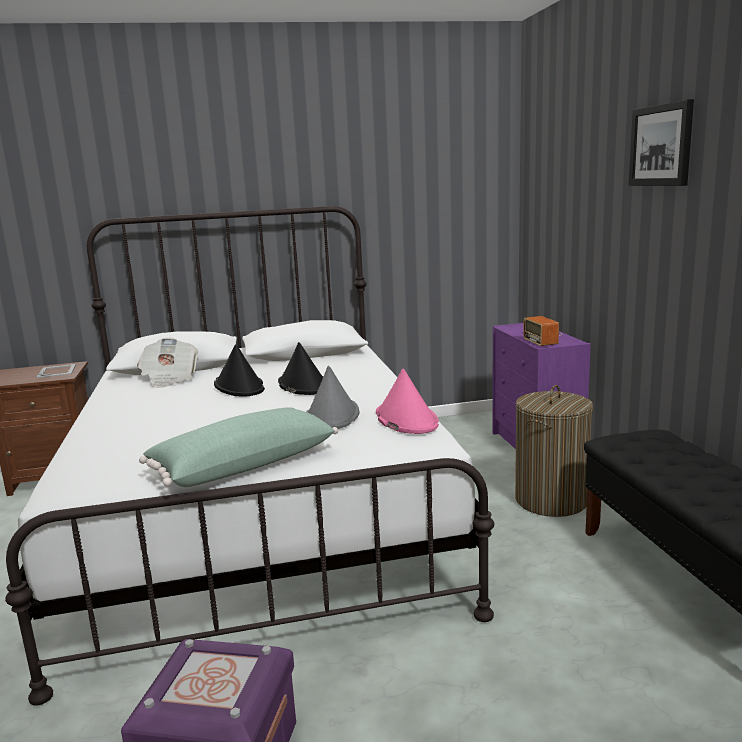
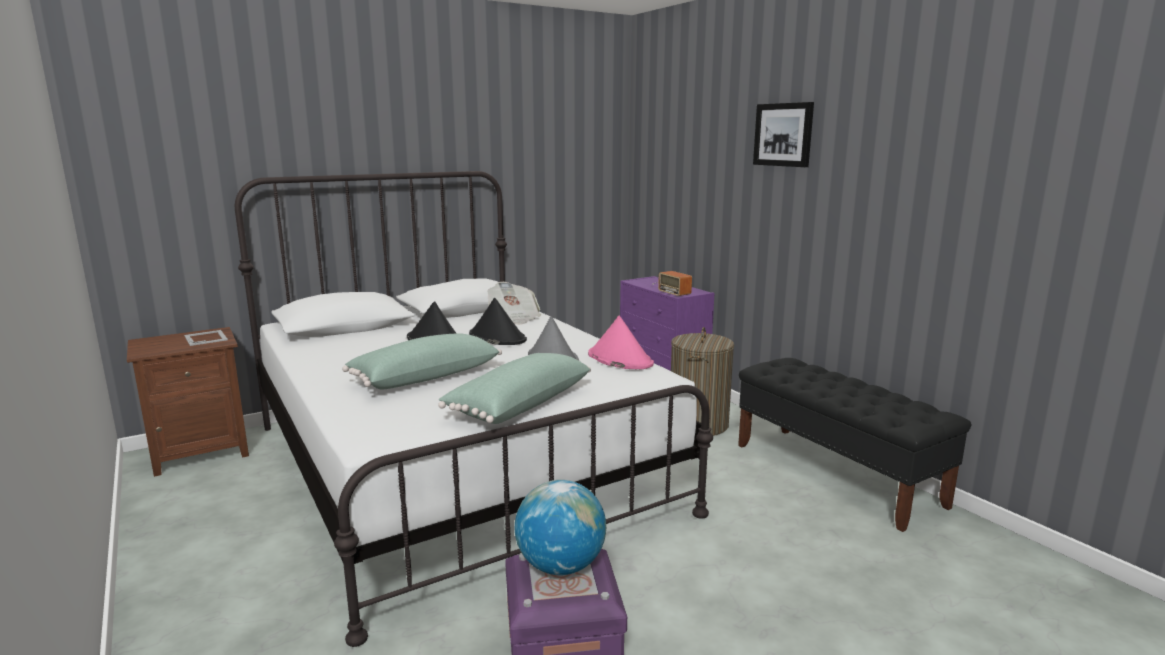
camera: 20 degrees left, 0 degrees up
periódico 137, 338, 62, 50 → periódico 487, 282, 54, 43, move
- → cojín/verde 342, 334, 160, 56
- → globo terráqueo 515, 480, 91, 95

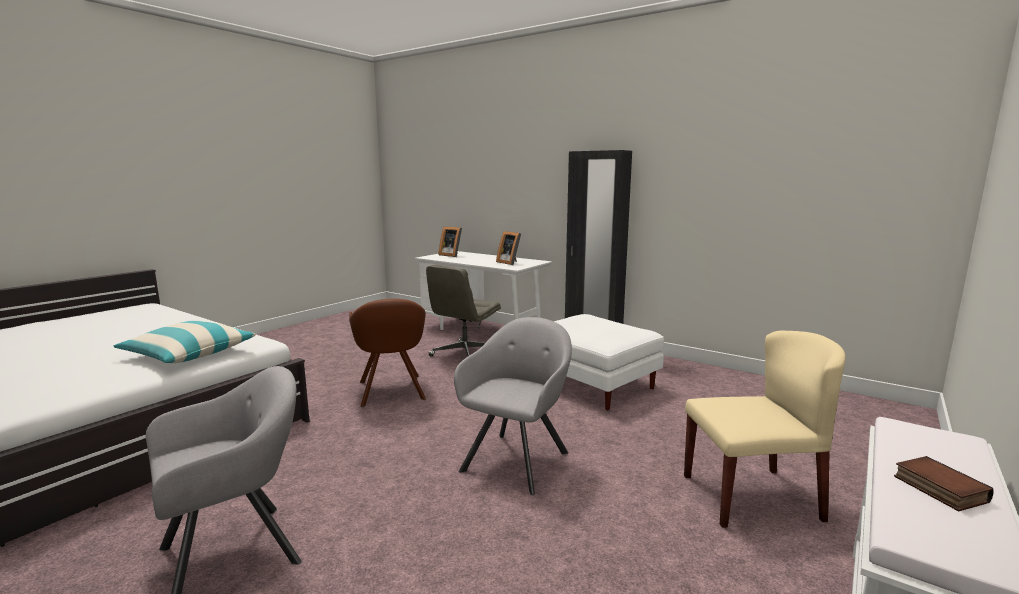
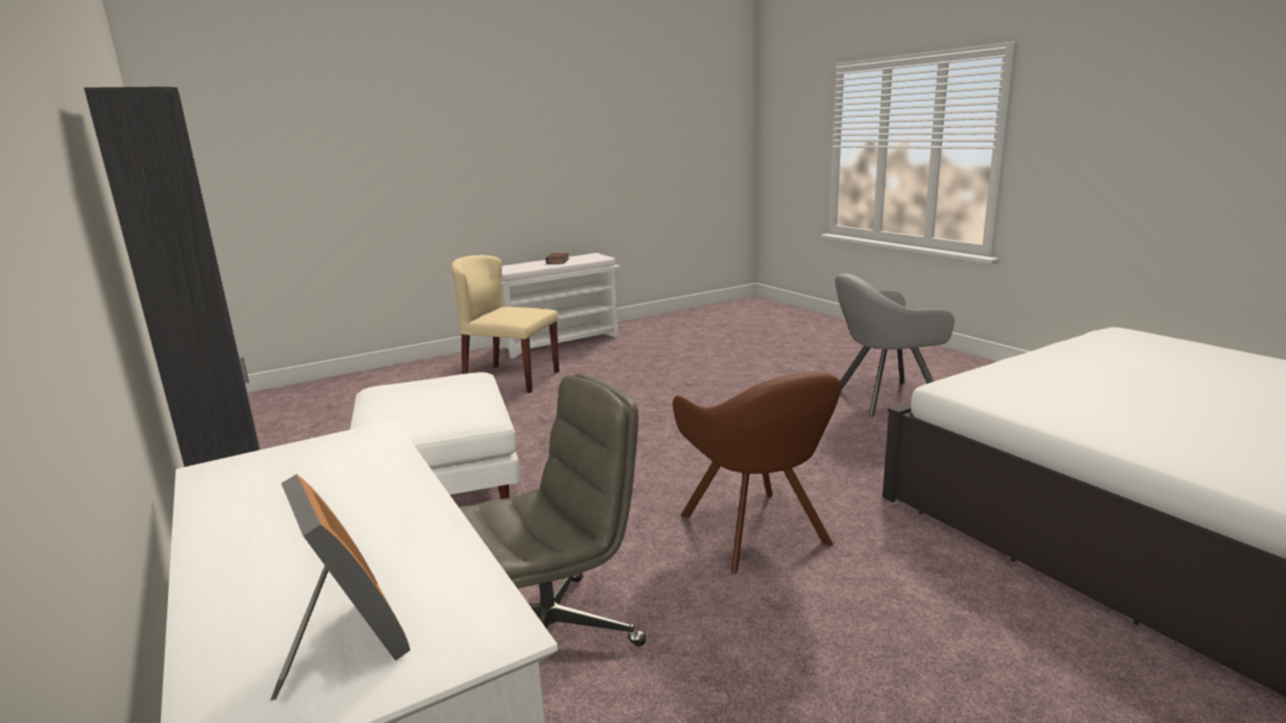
camera: 155 degrees left, 5 degrees up
cojín 114, 320, 142, 43 → -
sillón/marrón 349, 299, 77, 108 → sillón/marrón 673, 372, 169, 202, 150 degrees clockwise
sillón/gris 454, 317, 118, 178 → -
portarretratos 496, 231, 25, 34 → -

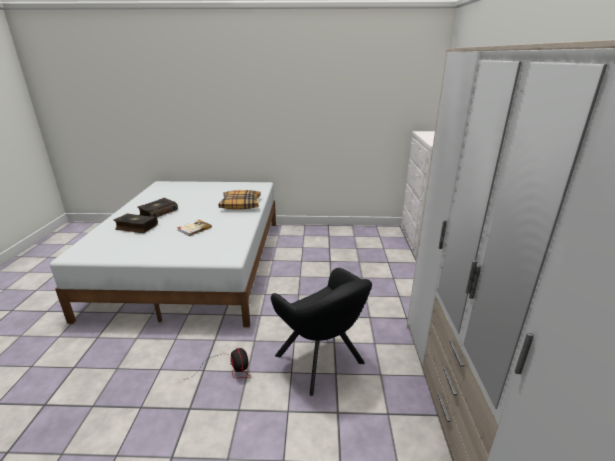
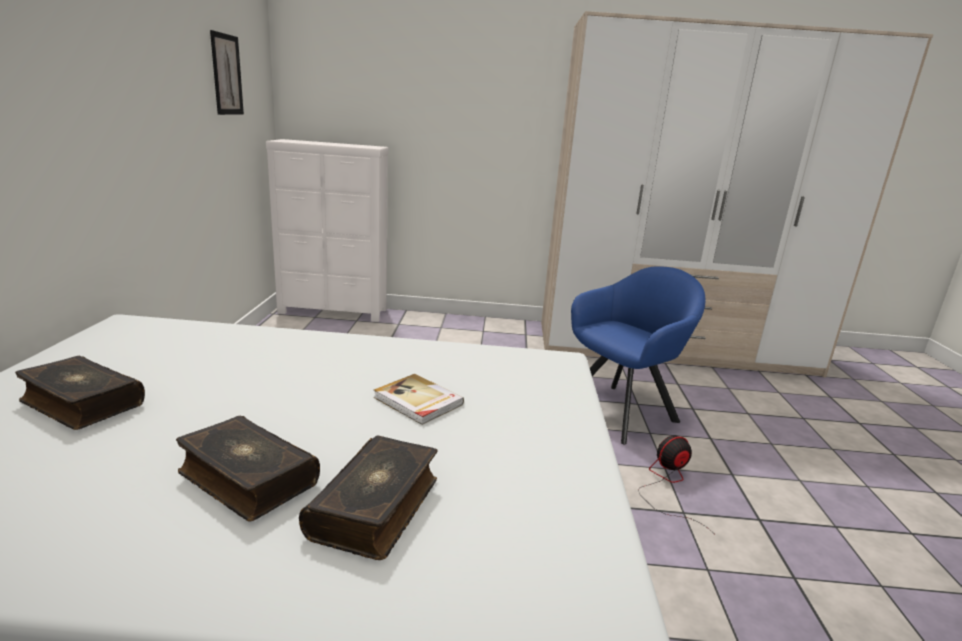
camera: 90 degrees left, 5 degrees down
cojín 218, 190, 43, 19 → -
sillón/negro 271, 268, 101, 128 → sillón/azul 571, 266, 134, 179
- → libro 15, 355, 130, 75
- → cuadro 210, 30, 34, 85

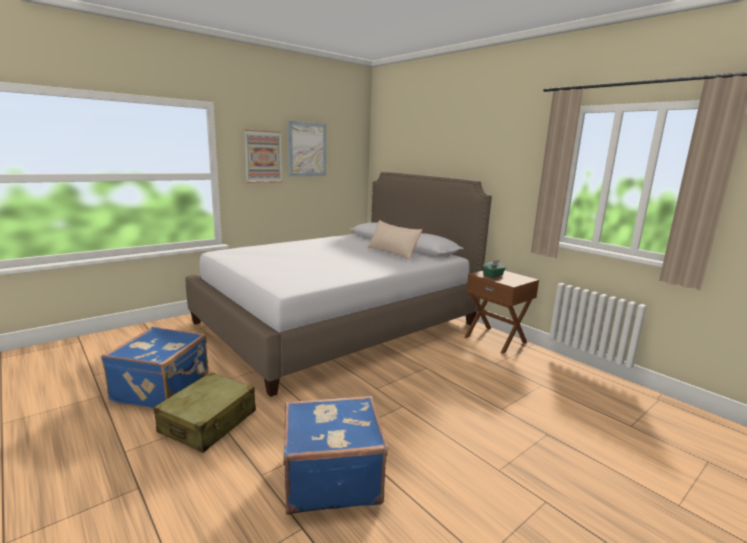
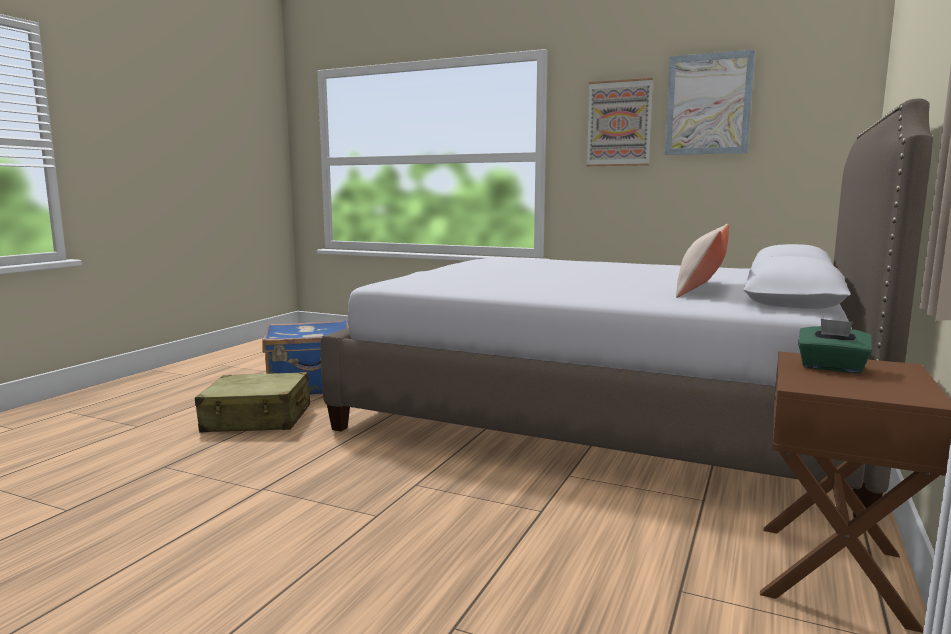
camera: 65 degrees right, 5 degrees down
maleta/azul 283, 396, 105, 119 → -

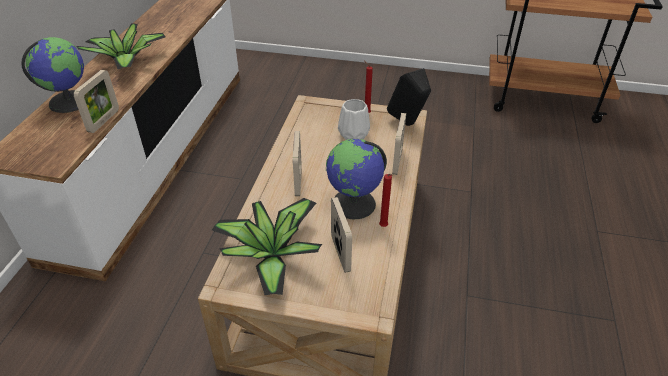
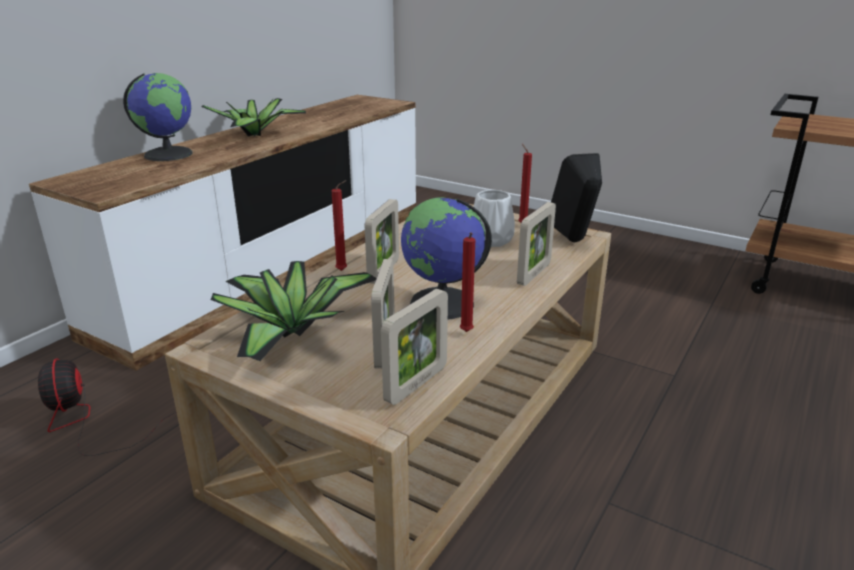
camera: 20 degrees right, 15 degrees down
portarretratos 74, 70, 45, 63 → portarretratos 381, 289, 67, 116, move
- → ventilador 38, 358, 139, 98
- → vela/rojo 331, 180, 16, 91

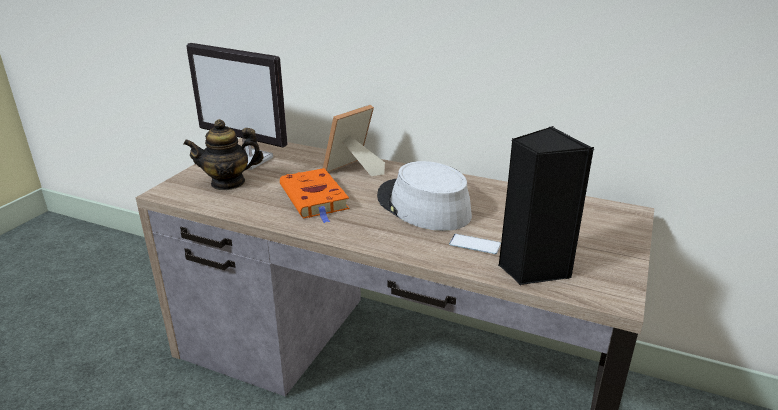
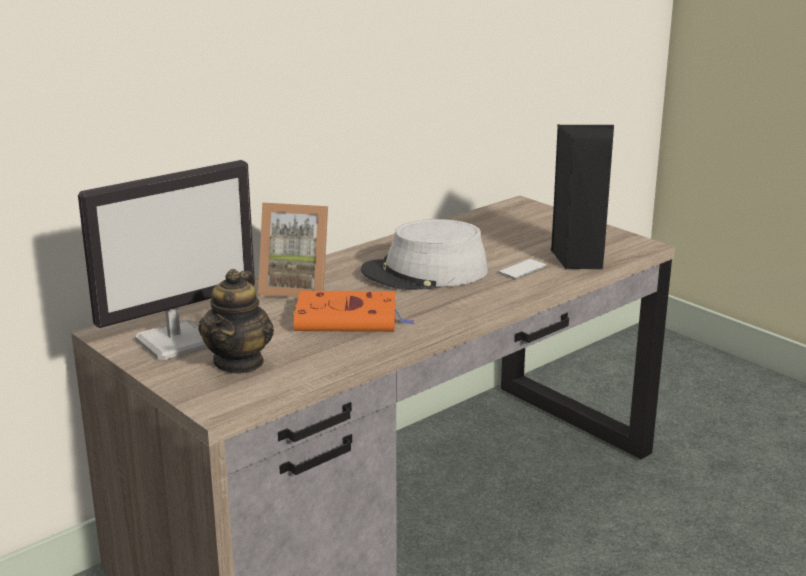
camera: 65 degrees left, 5 degrees down
portarretratos 323, 105, 62, 71 → portarretratos 258, 203, 70, 95, 60 degrees counterclockwise

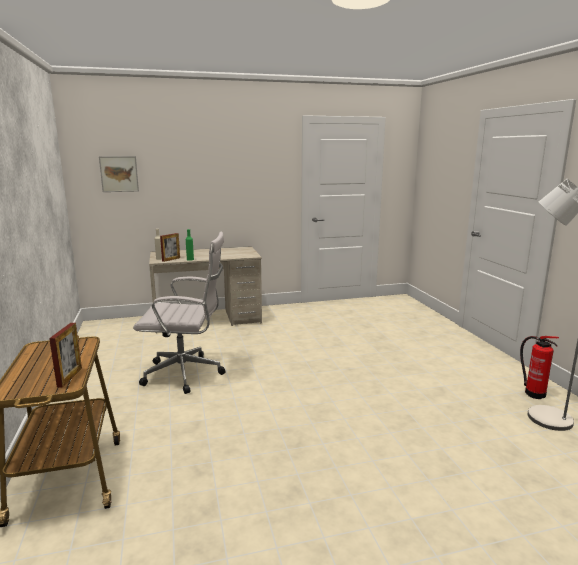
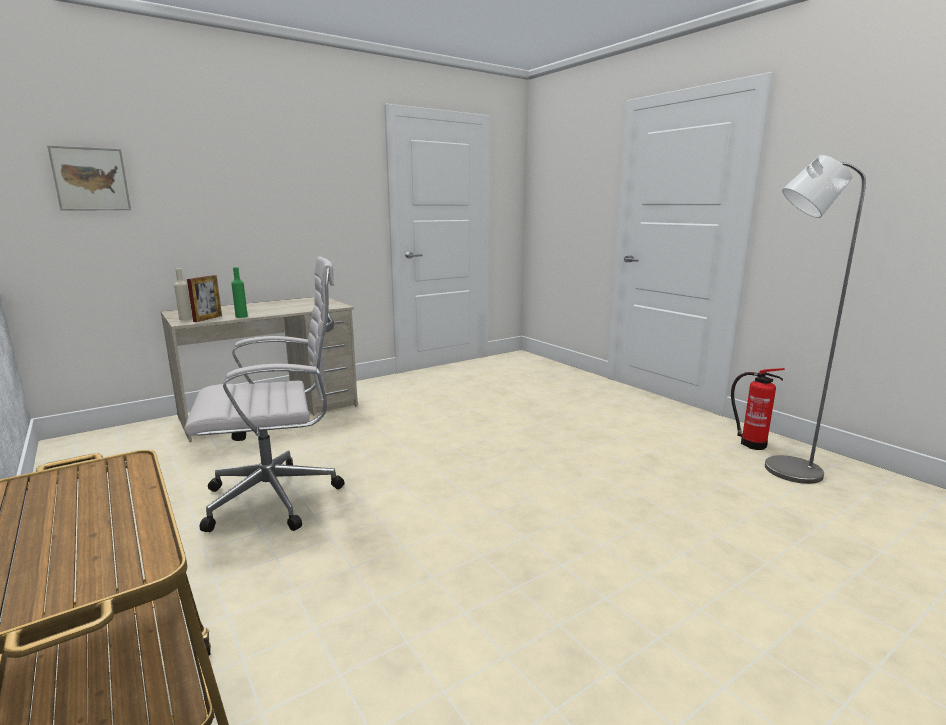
camera: 20 degrees left, 0 degrees up
portarretratos 49, 323, 33, 64 → -

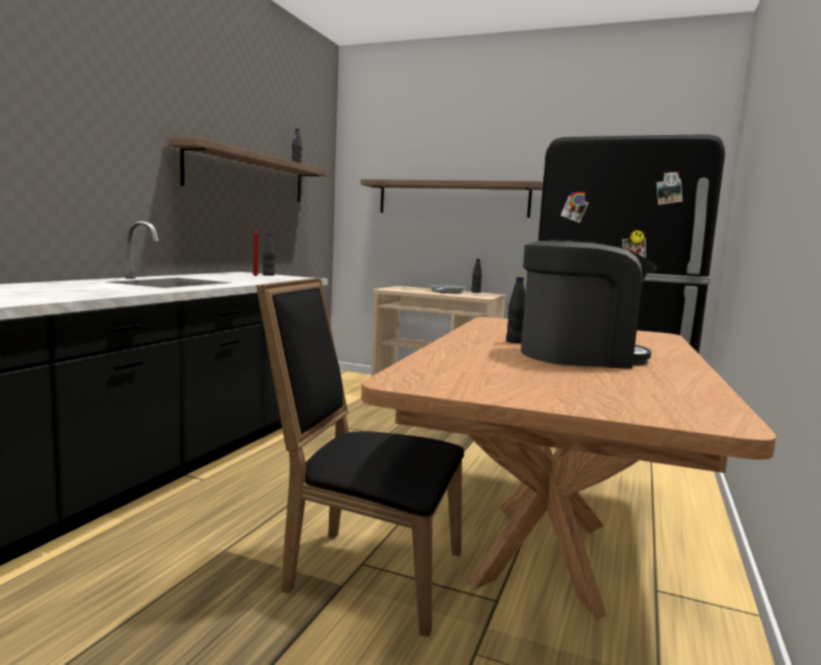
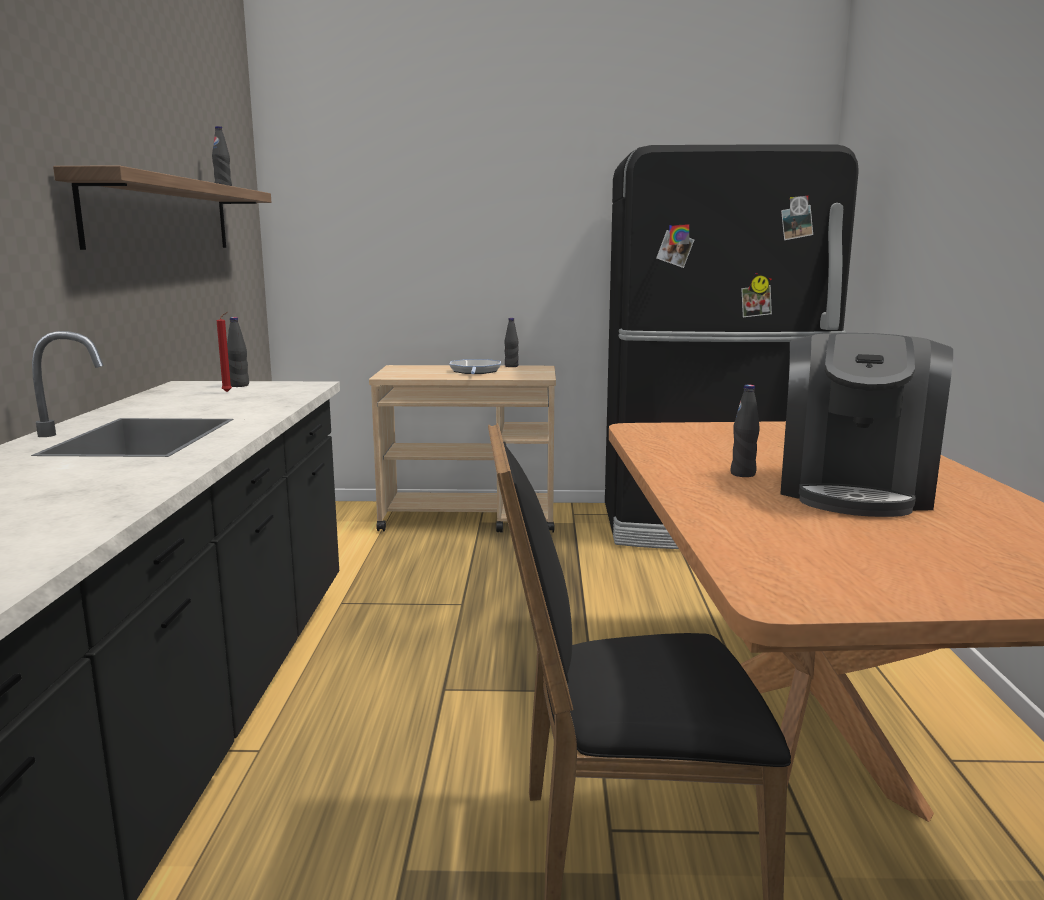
camera: 20 degrees left, 5 degrees up
estante 361, 179, 182, 39 → -
cafetera 521, 240, 136, 129 → cafetera 780, 333, 173, 184, 135 degrees clockwise

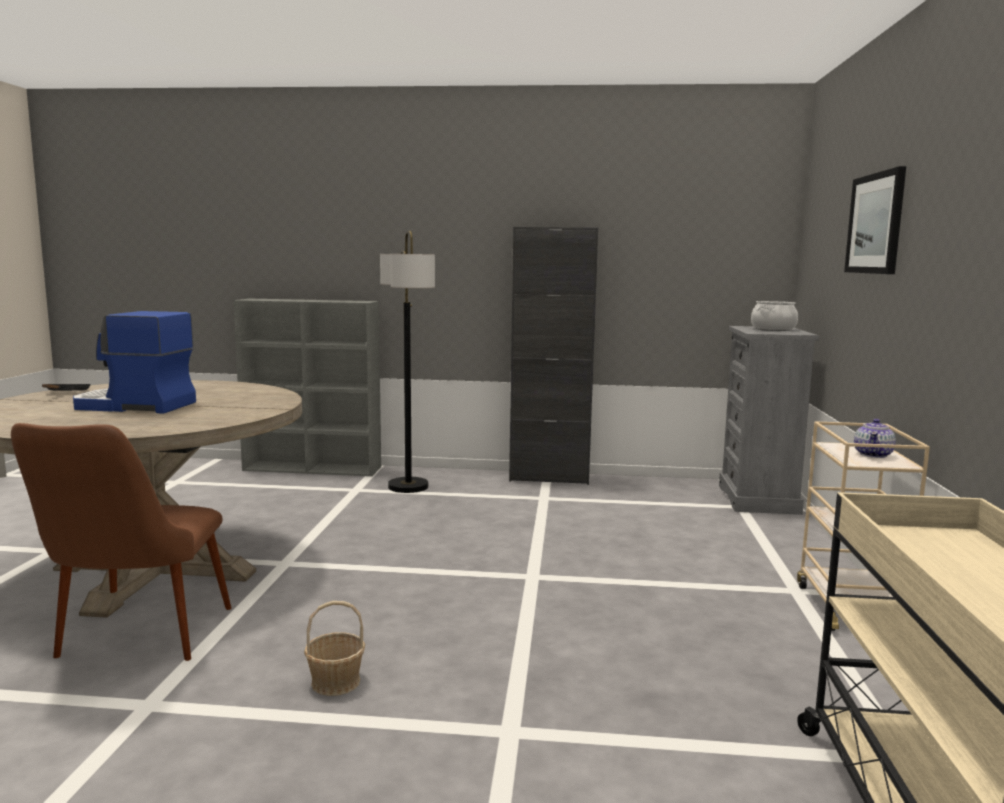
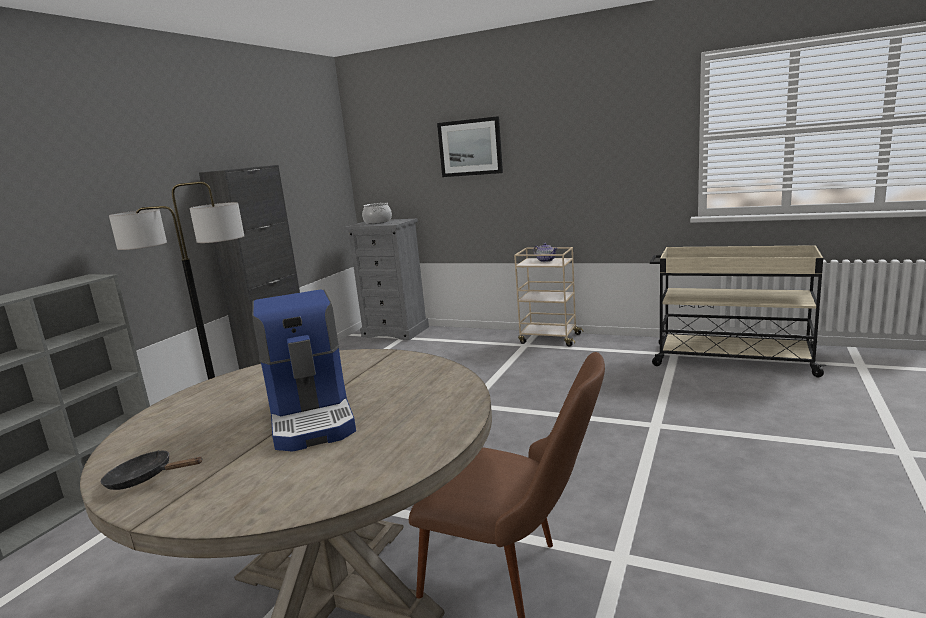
camera: 70 degrees left, 5 degrees up
cafetera 73, 311, 123, 103 → cafetera 252, 289, 104, 163, 45 degrees counterclockwise
cesta 304, 601, 61, 95 → -

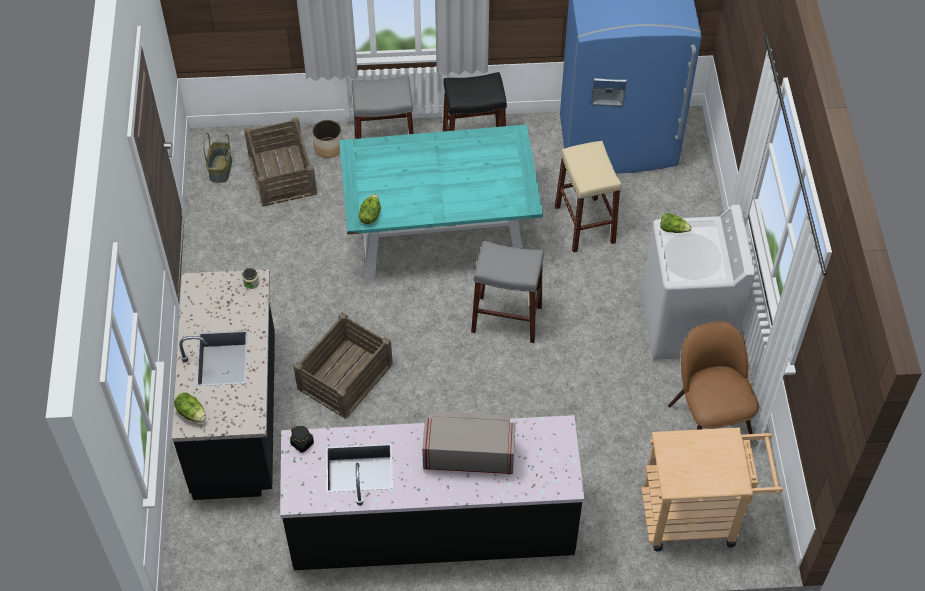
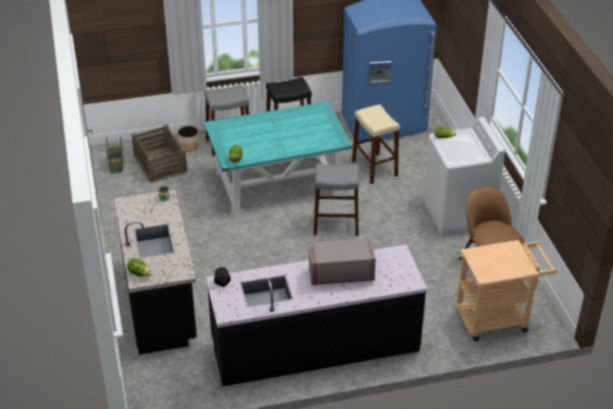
camera: 10 degrees left, 15 degrees down
caja de embalaje 294, 312, 99, 107 → -

